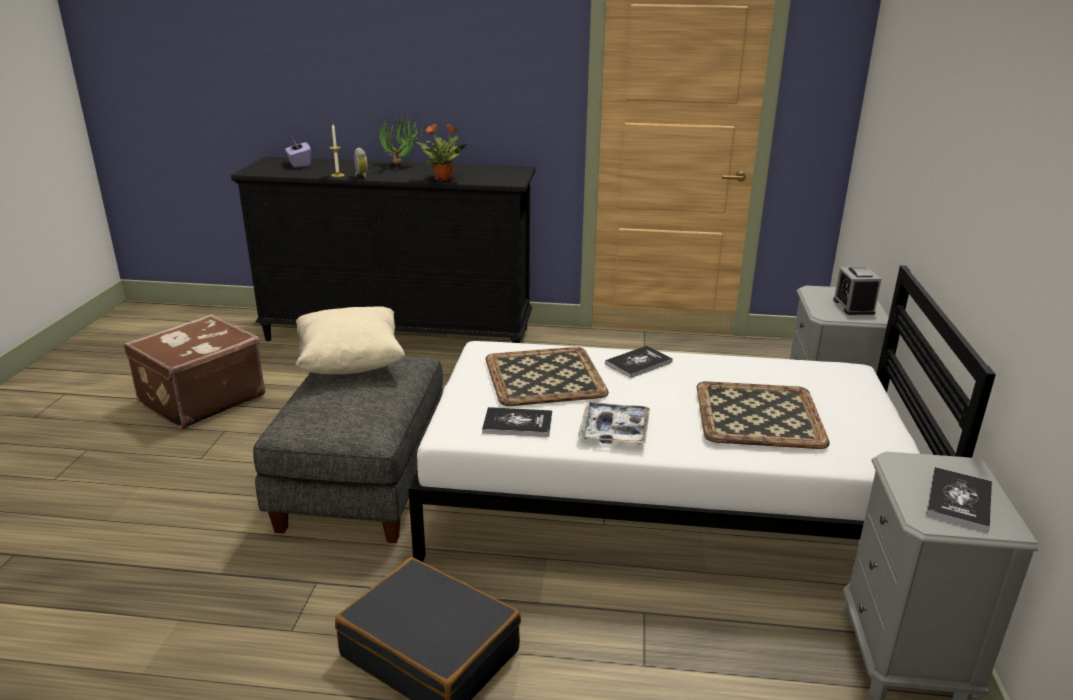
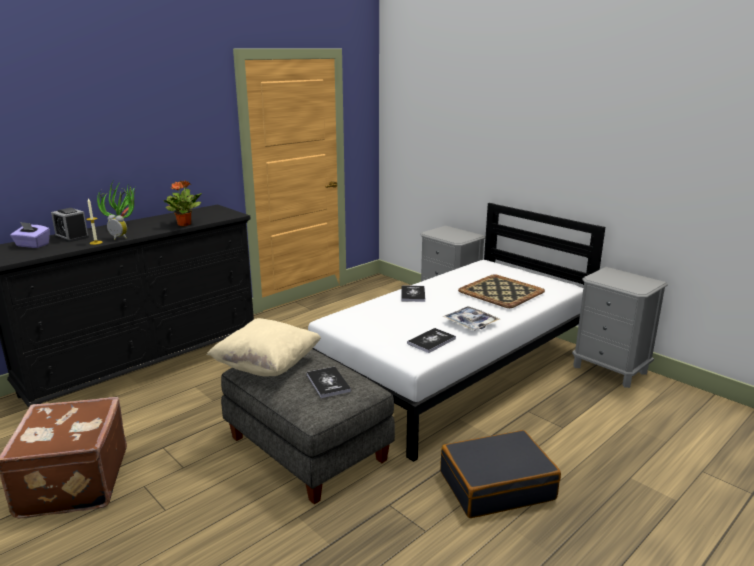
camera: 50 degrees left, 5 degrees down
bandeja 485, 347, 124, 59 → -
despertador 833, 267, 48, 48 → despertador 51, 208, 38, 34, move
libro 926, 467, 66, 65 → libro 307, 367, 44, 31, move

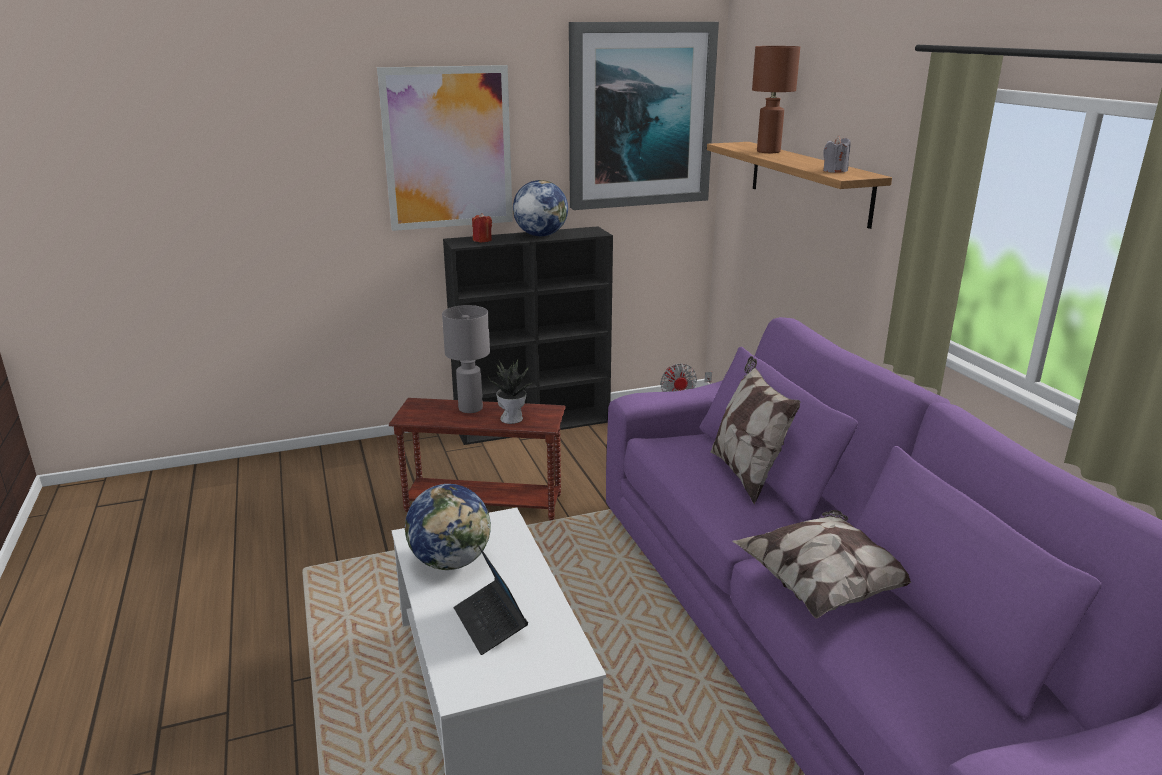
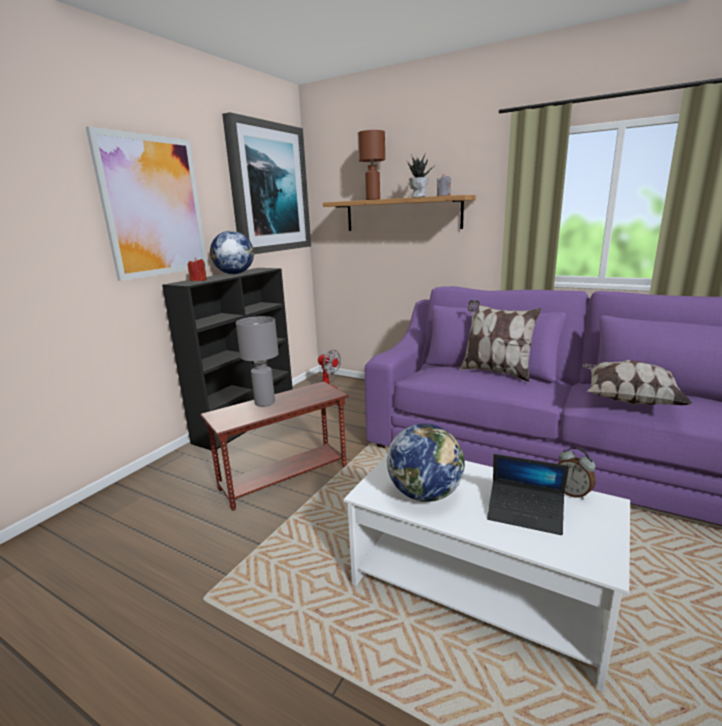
camera: 40 degrees left, 5 degrees down
planta en maceta 488, 359, 46, 65 → planta en maceta 407, 155, 26, 43, move
- → despertador 557, 447, 39, 53

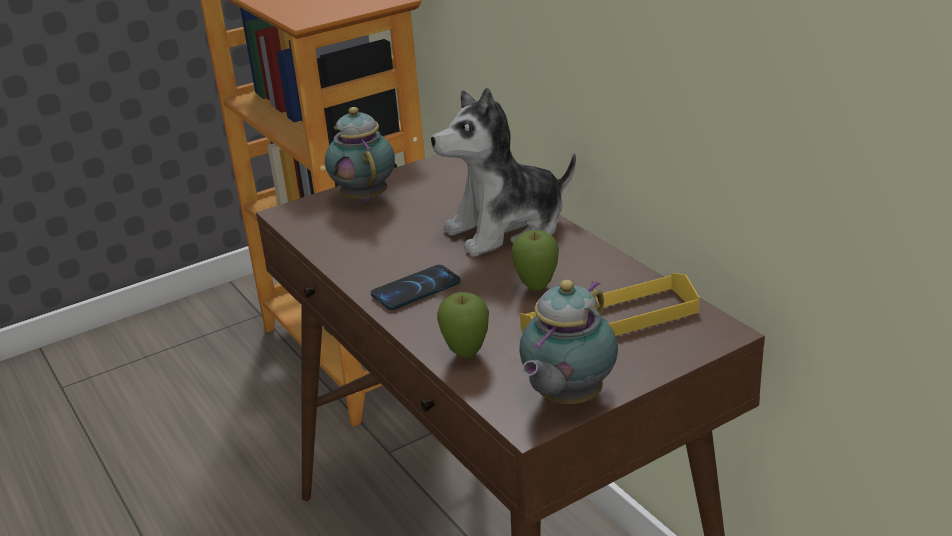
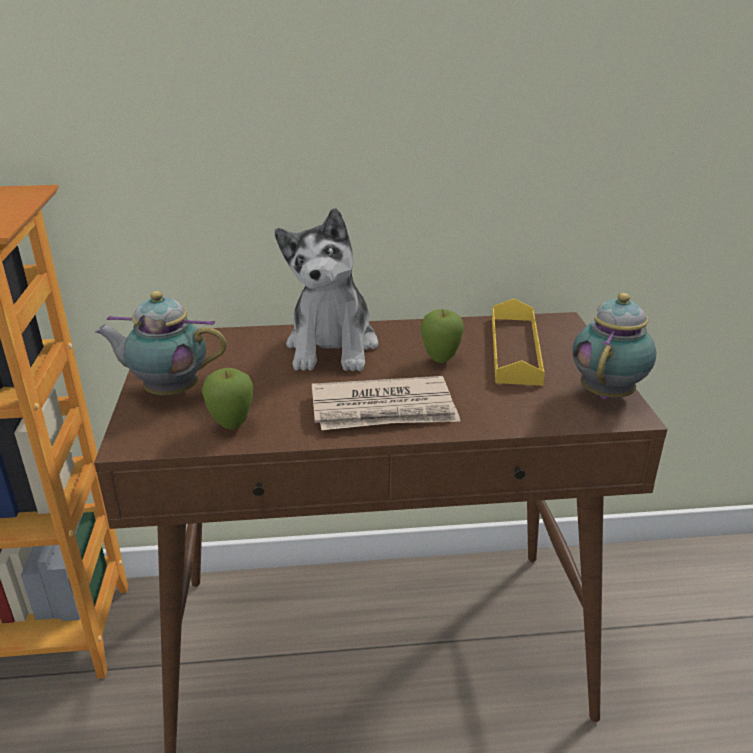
camera: 65 degrees left, 0 degrees up
móvil 371, 265, 90, 45 → periódico 312, 376, 149, 54
manzana 437, 292, 52, 66 → manzana 202, 368, 52, 61, move
tetera 520, 280, 98, 124 → tetera 573, 293, 83, 106, 120 degrees counterclockwise

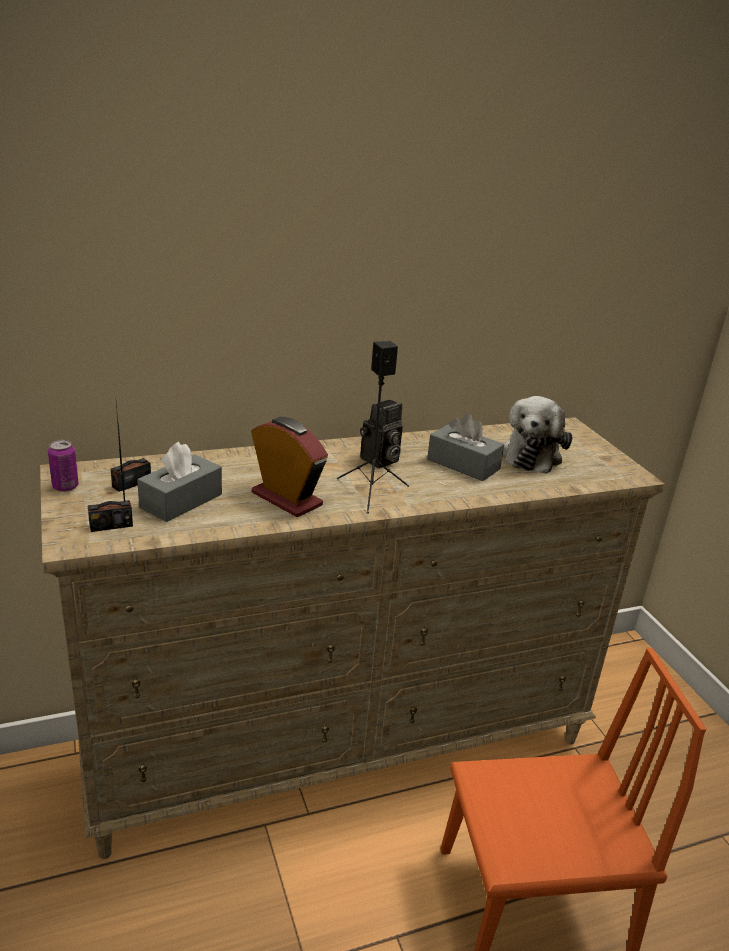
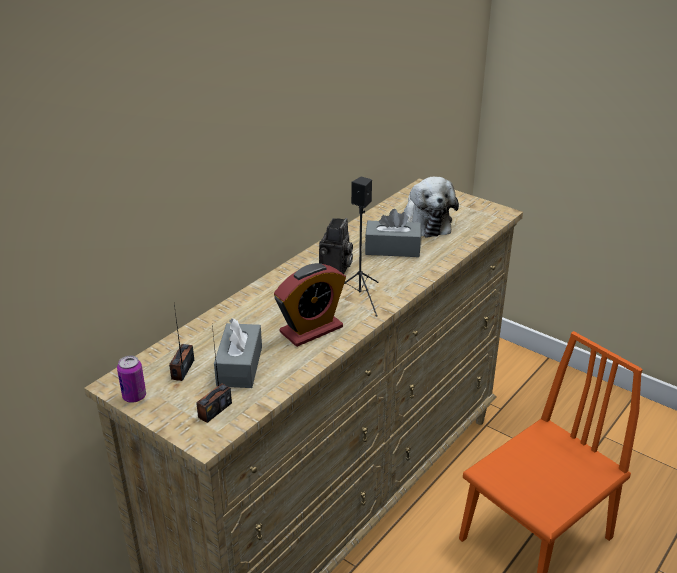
camera: 30 degrees left, 5 degrees up
despertador 251, 417, 77, 100 → despertador 274, 263, 72, 84, 135 degrees clockwise

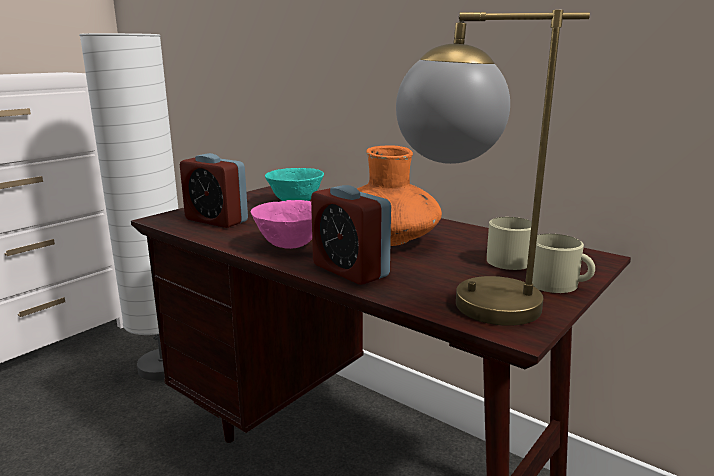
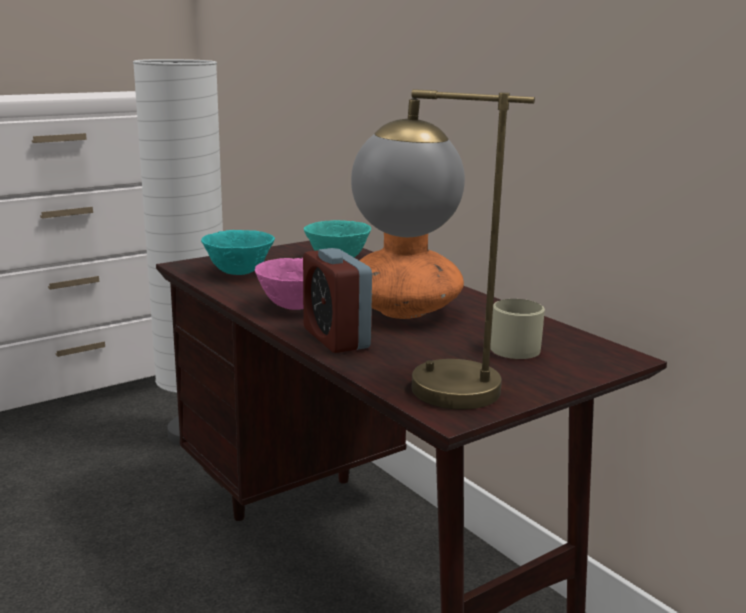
camera: 15 degrees right, 0 degrees up
despertador 180, 153, 68, 75 → cuenco/turquesa 201, 230, 74, 45
taza grande/beis 532, 234, 63, 59 → -

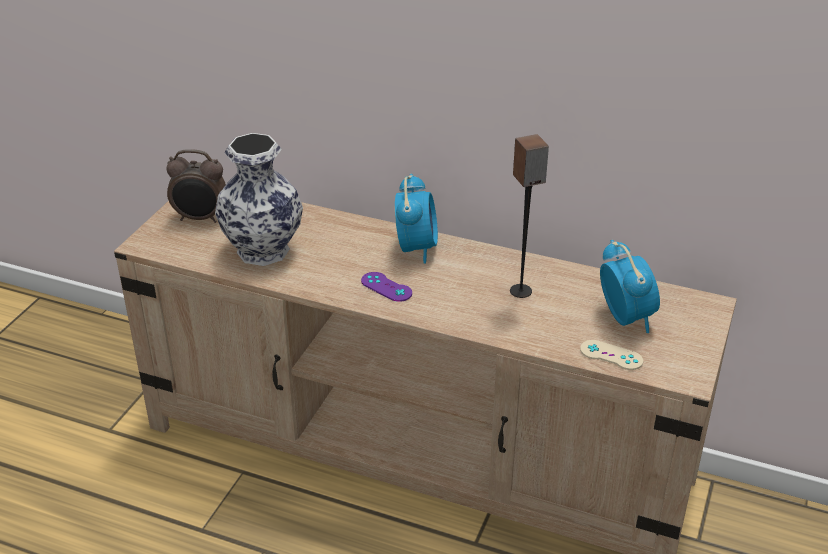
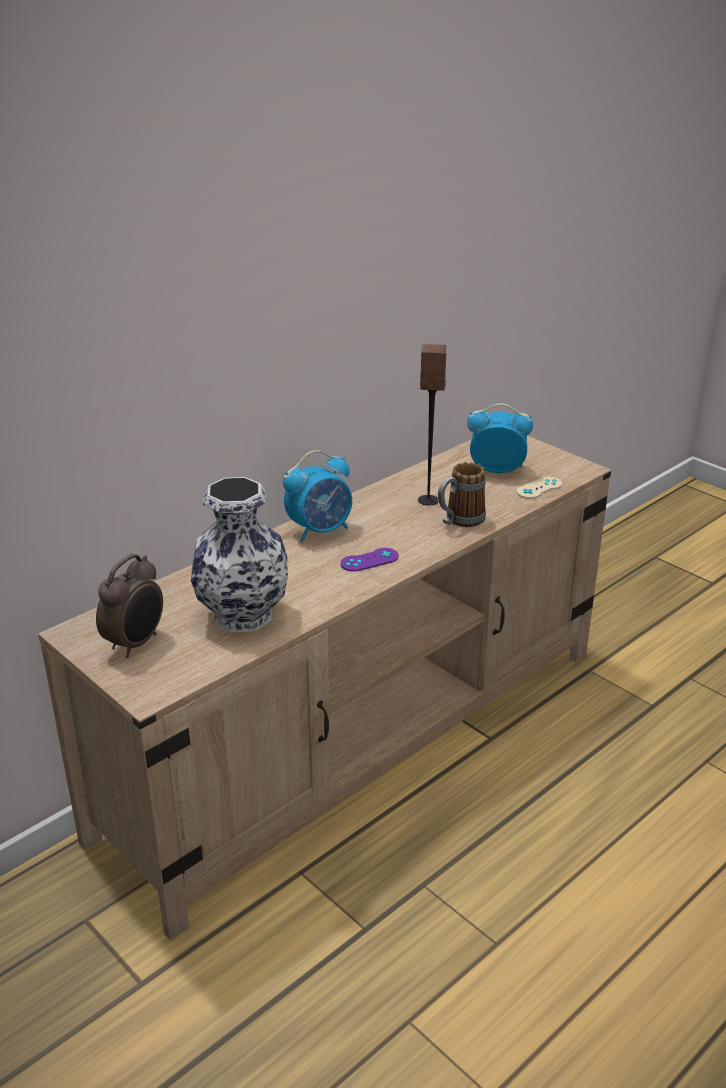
camera: 65 degrees left, 5 degrees down
despertador 395, 174, 43, 90 → despertador 283, 450, 69, 92, 120 degrees clockwise
- → taza grande 438, 462, 48, 65

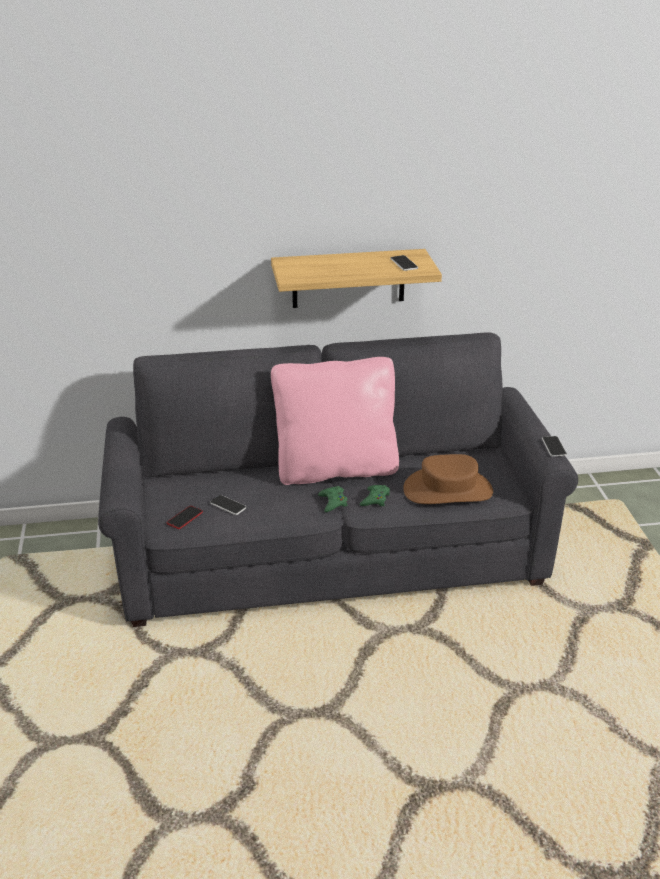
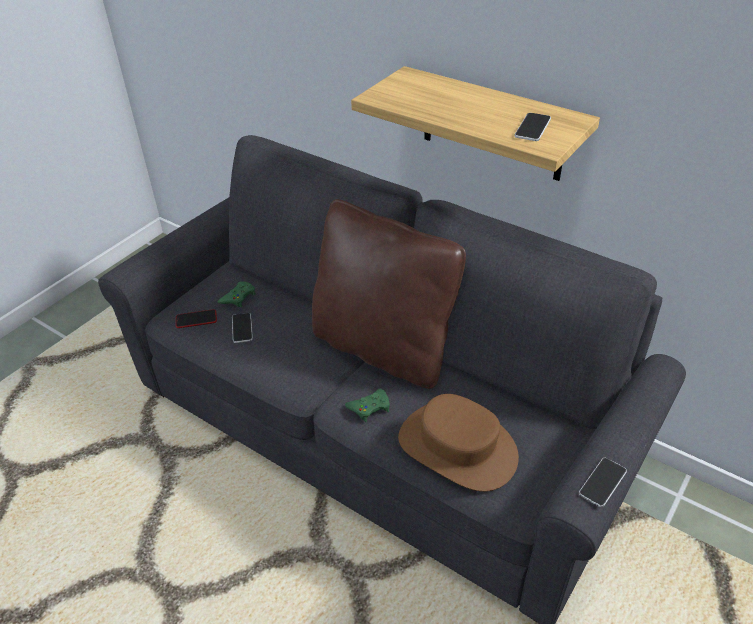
camera: 45 degrees right, 10 degrees up
cojín/rosa 271, 357, 128, 128 → cojín/marrón 312, 199, 154, 190
mando de consola/verde 318, 486, 29, 26 → mando de consola/verde 218, 281, 38, 26, move

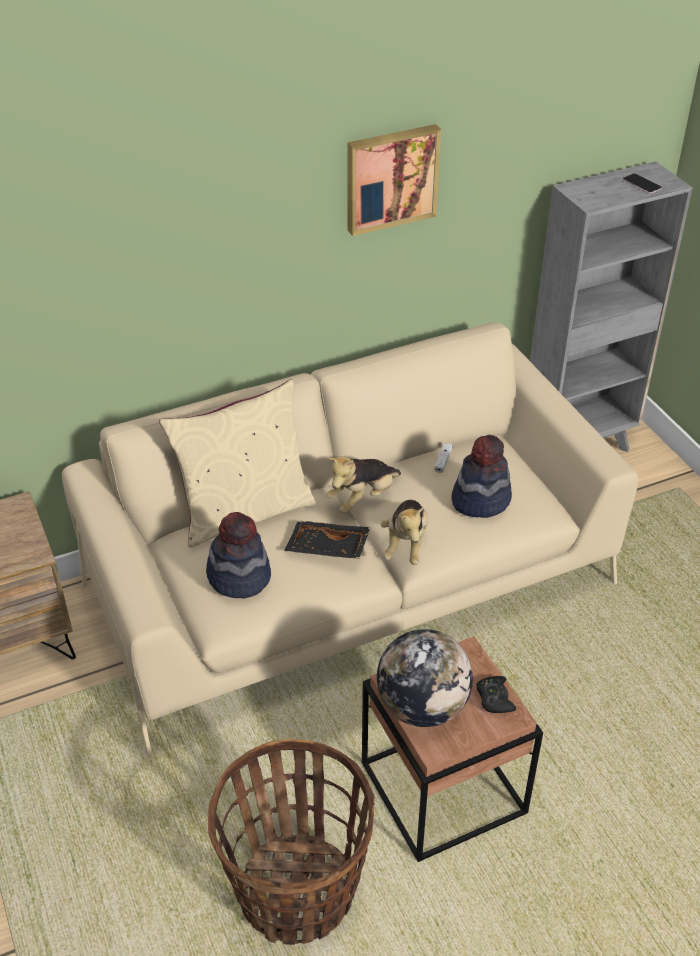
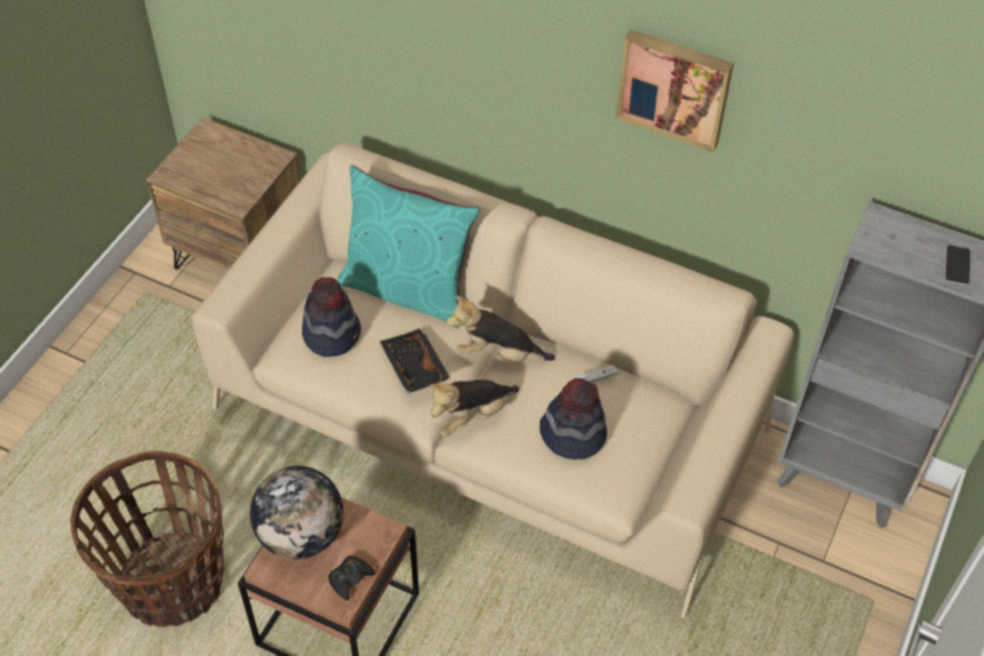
camera: 50 degrees right, 10 degrees up
cojín/beis 159, 380, 157, 167 → cojín/turquesa 337, 165, 143, 163

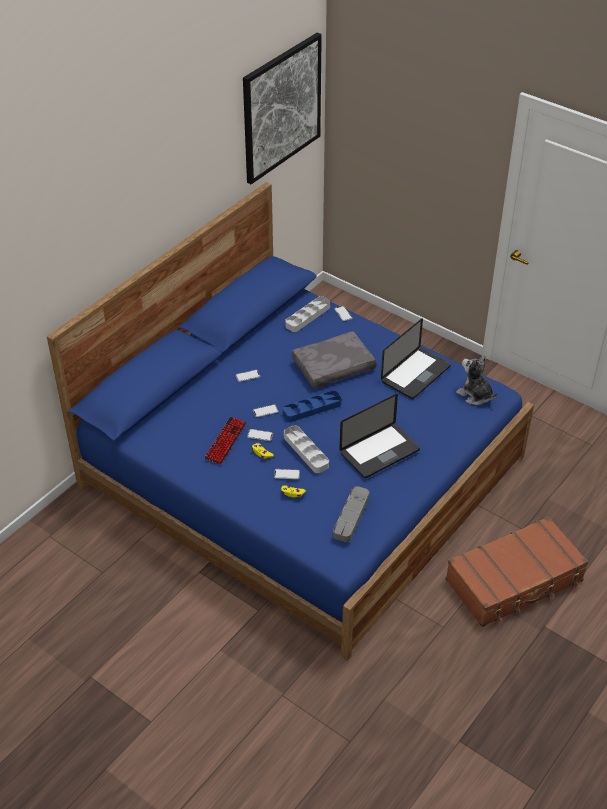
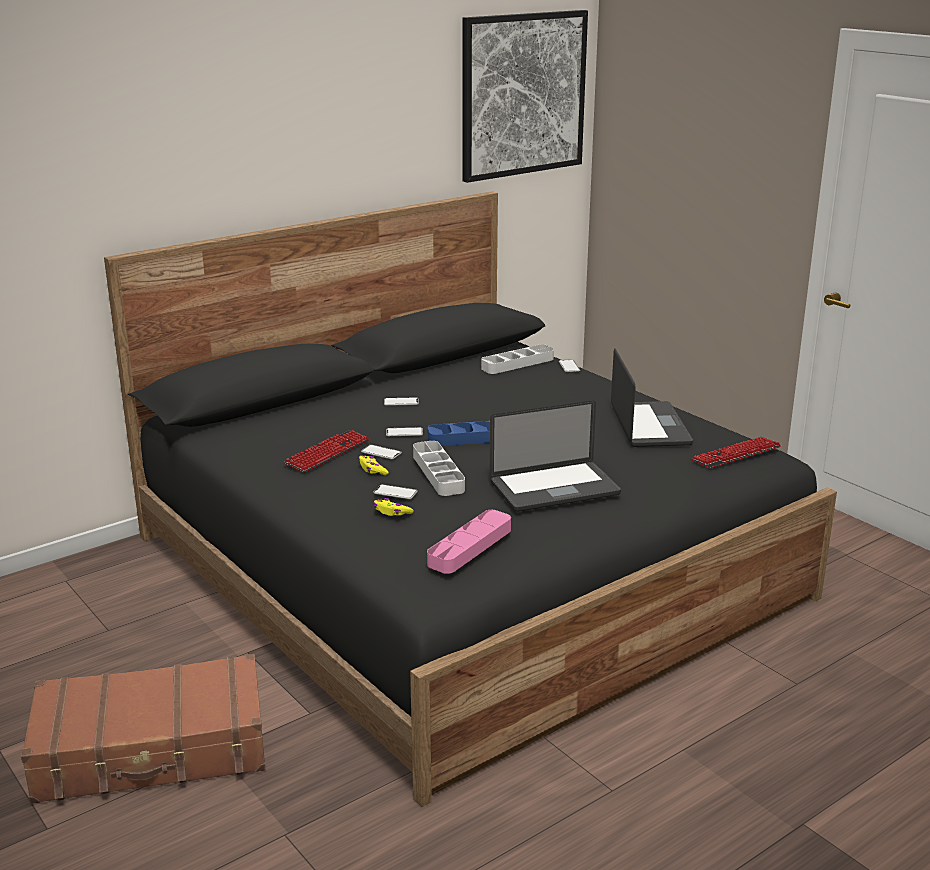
camera: 15 degrees right, 20 degrees down
cama/azul 47, 182, 487, 479 → cama/negro 104, 191, 733, 616
cojín/gris 292, 331, 85, 57 → -
bandeja/gris 333, 486, 36, 56 → bandeja/rosa 427, 510, 84, 64
portátil 381, 318, 70, 81 → portátil 611, 348, 82, 99, 60 degrees counterclockwise
maleta/marrón 446, 516, 142, 111 → maleta/marrón 21, 654, 244, 150, move
peluche 456, 355, 42, 50 → teclado 691, 437, 90, 32

